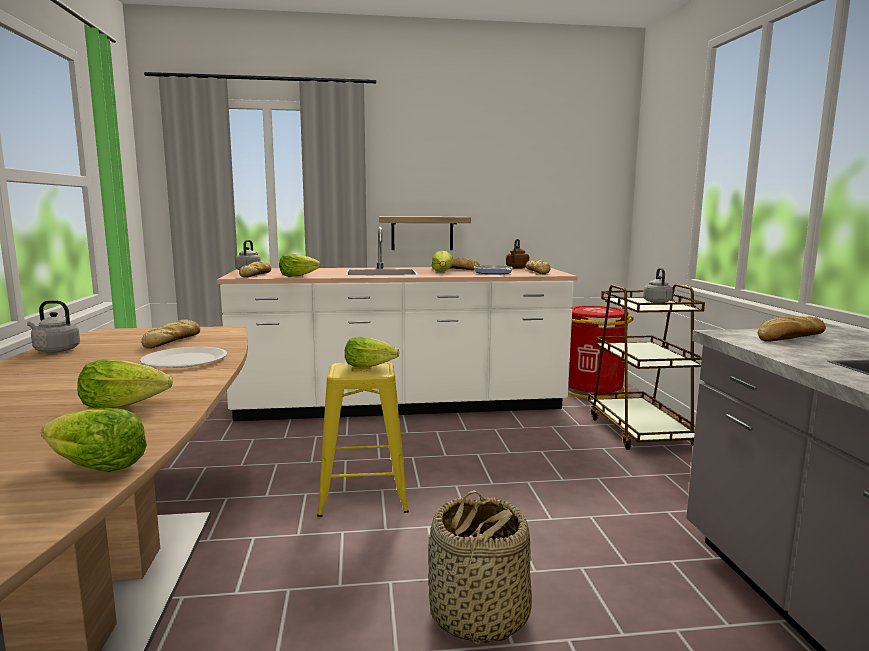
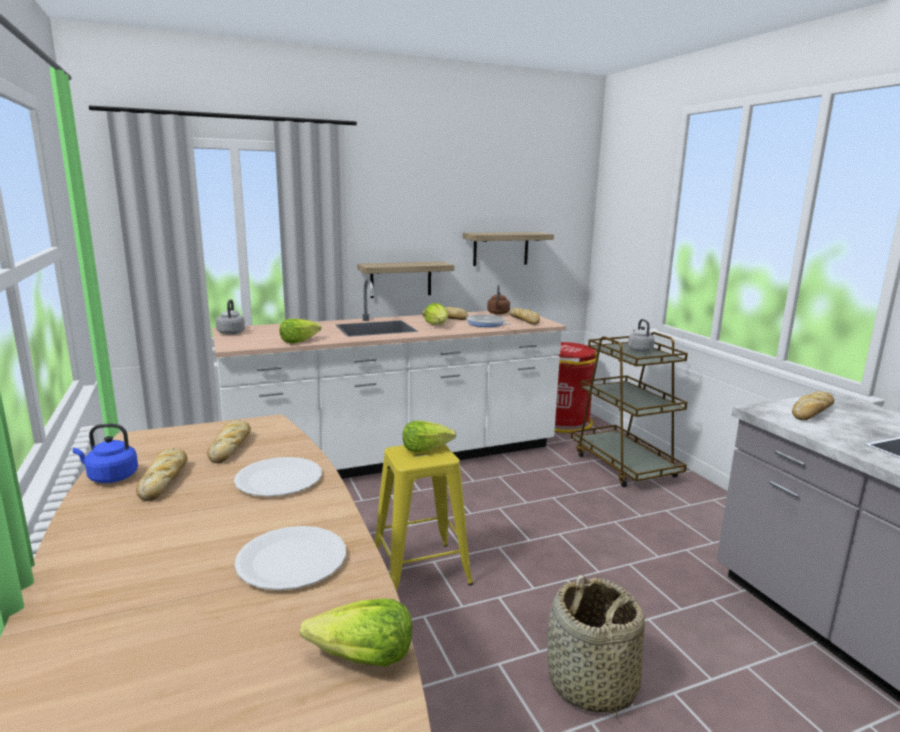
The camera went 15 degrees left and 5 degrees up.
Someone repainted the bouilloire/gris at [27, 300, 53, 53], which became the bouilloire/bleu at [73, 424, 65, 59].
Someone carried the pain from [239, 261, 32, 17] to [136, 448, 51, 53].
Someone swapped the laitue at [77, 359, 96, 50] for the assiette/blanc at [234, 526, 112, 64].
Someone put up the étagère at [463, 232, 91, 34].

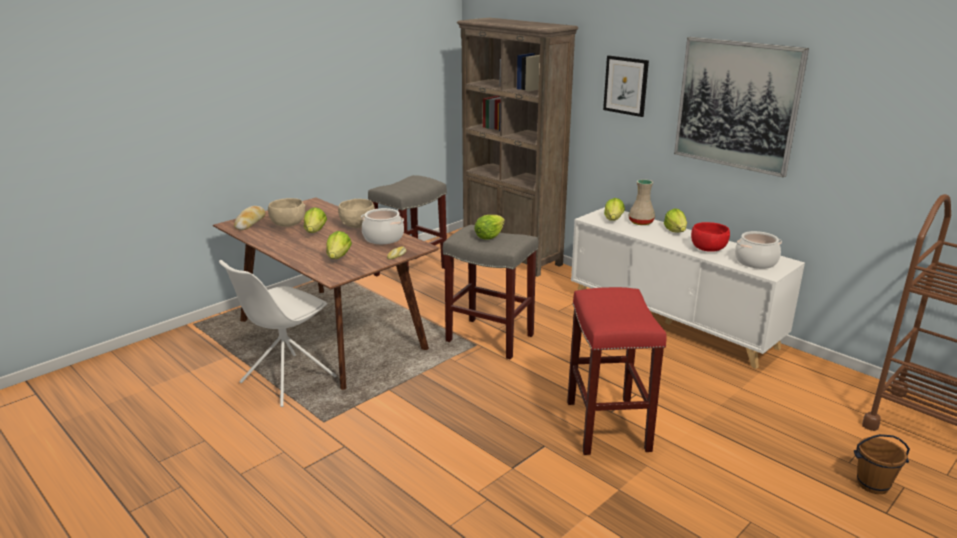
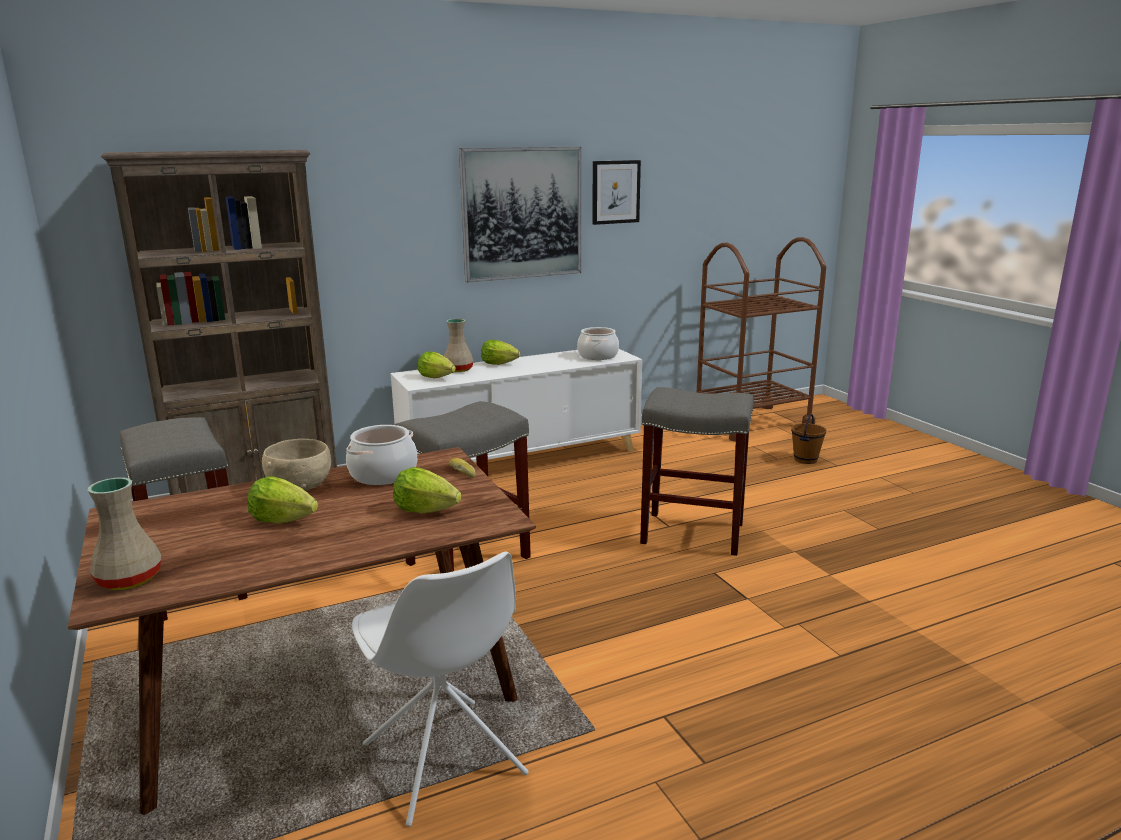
The camera went 70 degrees left and 5 degrees down.
Someone swapped the pain at [234, 206, 31, 24] for the vase/beige at [88, 478, 73, 112].
Someone carried the tableau from [603, 55, 46, 62] to [592, 160, 49, 65].
Someone repainted the tabouret/rouge at [567, 287, 100, 168], which became the tabouret/gris at [640, 387, 114, 169].
Someone took away the bol/beige at [268, 198, 38, 29].
Someone took away the laitue at [474, 215, 31, 25].
Someone took away the bol/rouge at [691, 222, 39, 30].

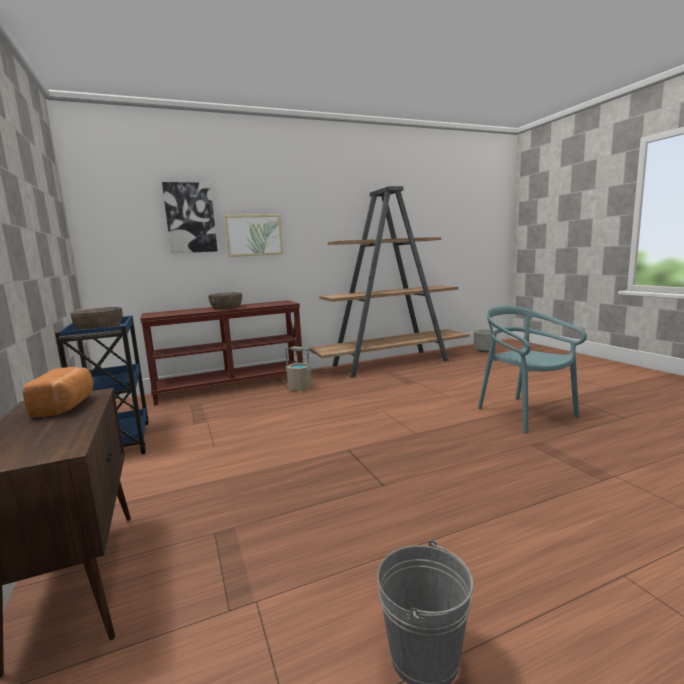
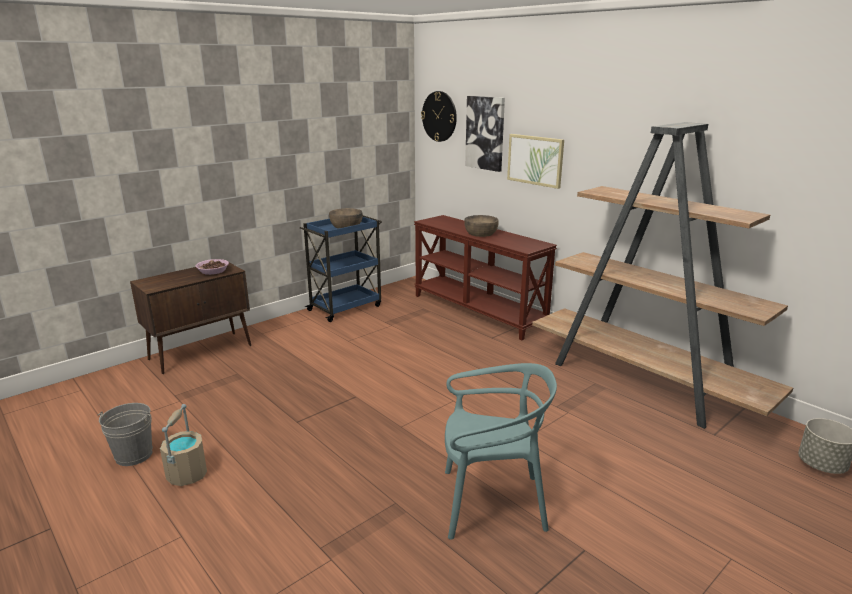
The camera went 70 degrees right and 10 degrees up.
Someone carried the seau/beige from [284, 346, 28, 45] to [160, 404, 47, 82].
Someone swapped the pain at [23, 367, 71, 51] for the bol at [195, 259, 34, 16].
Someone put up the horloge murale at [421, 91, 36, 51].
Someone rotated the chaise/turquoise at [478, 306, 109, 127] by 45 degrees clockwise.

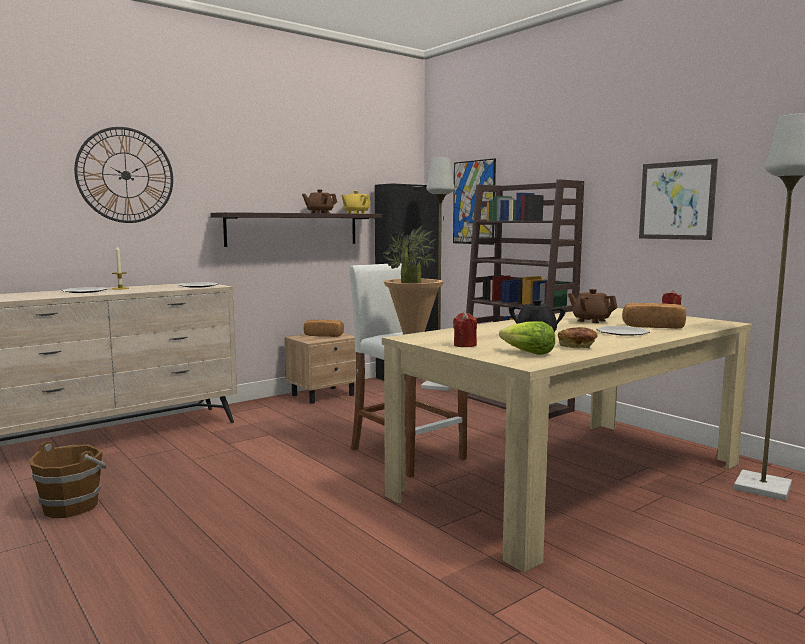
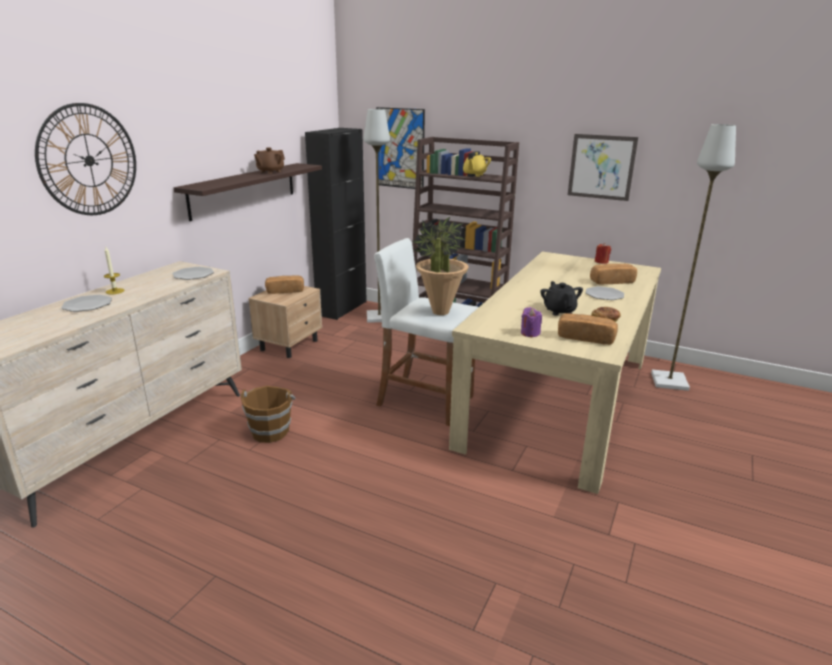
The camera went 25 degrees left and 15 degrees up.
Someone carried the seau/marron from [29, 441, 77, 77] to [241, 386, 55, 57].
Someone carried the théière/jaune from [341, 191, 30, 23] to [463, 153, 28, 24].
Someone repainted the bougie/rouge at [453, 312, 24, 35], which became the bougie/violet at [521, 307, 21, 30].
Someone swapped the laitue at [499, 321, 56, 34] for the pain at [558, 313, 60, 32].
Someone took away the théière/marron at [568, 289, 50, 34].

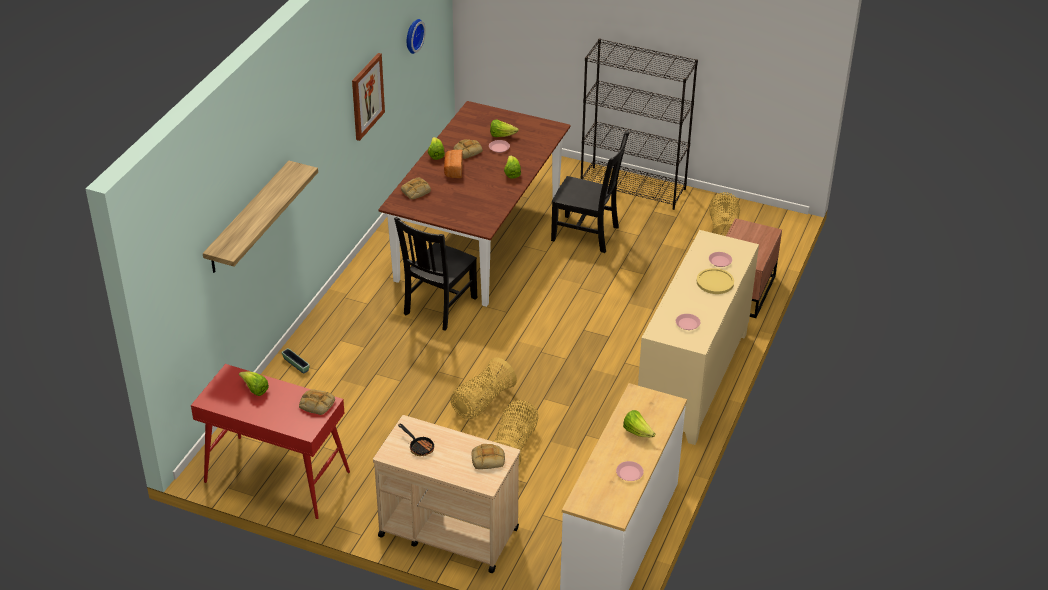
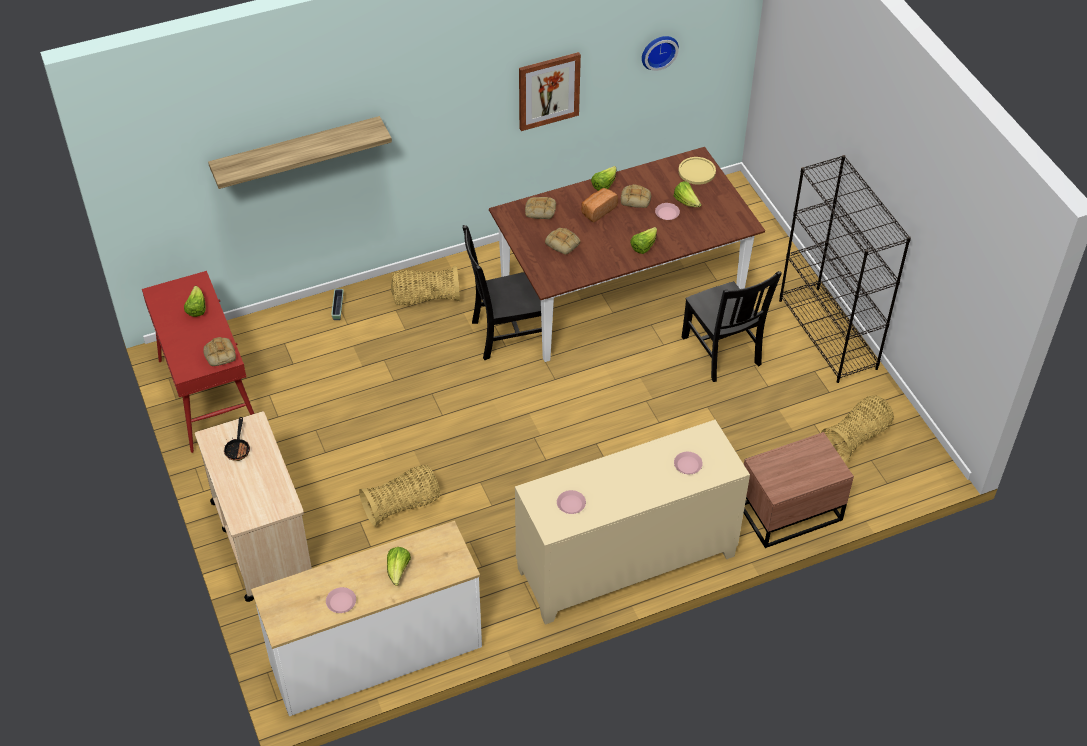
The camera went 45 degrees right and 10 degrees up.
Someone carried the panier from [450, 357, 67, 62] to [391, 266, 69, 39].
Someone carried the pain from [472, 444, 33, 25] to [545, 228, 35, 27].
Someone carried the assiette/jaune from [697, 268, 37, 26] to [678, 157, 38, 28].

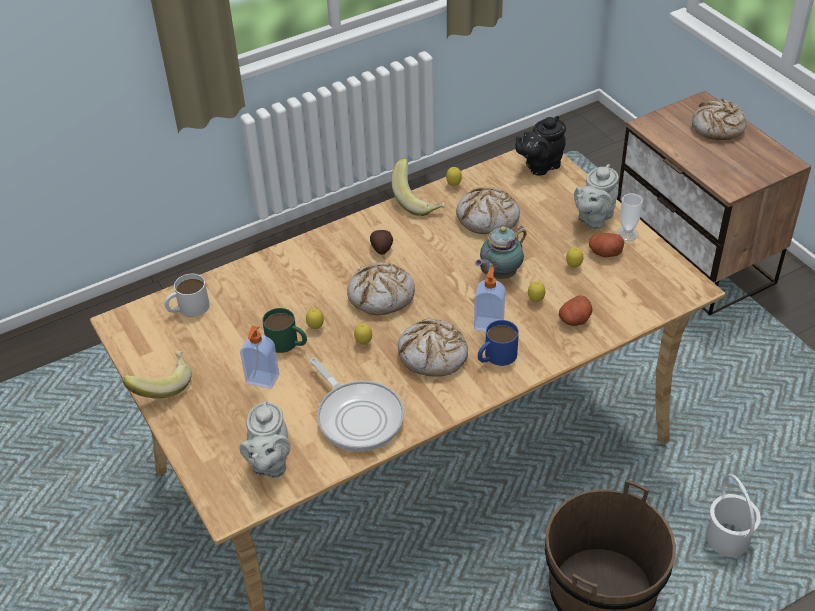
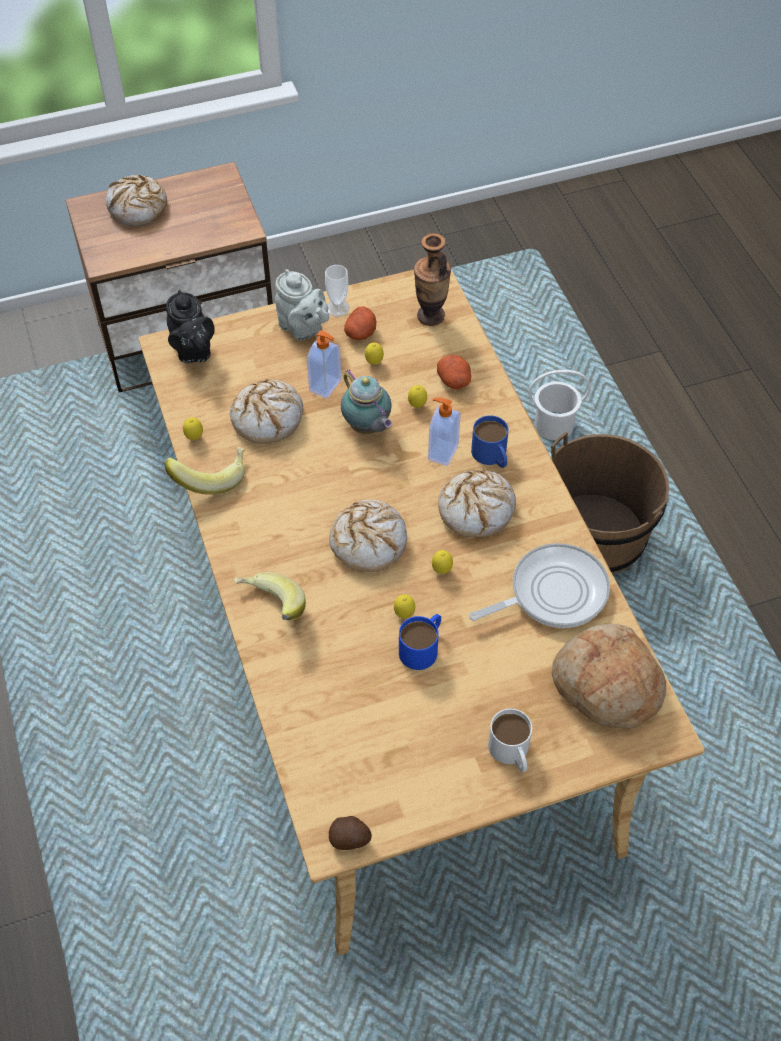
The camera went 80 degrees left and 10 degrees up.
Someone carried the banane from [123, 351, 69, 48] to [234, 572, 72, 48].
Someone carried the distributeur de savon from [240, 325, 39, 64] to [307, 330, 34, 69].
Someone carried the pomme de terre from [370, 230, 23, 25] to [329, 816, 43, 34].
Someone repainted the mug/vert at [262, 308, 45, 45], which became the mug/bleu at [399, 614, 42, 56].
Someone put down the vase at [414, 233, 37, 93].
Someone carried the mug/blanc from [164, 274, 46, 43] to [488, 709, 44, 64].
Someone swapped the théière/gris at [239, 401, 51, 77] for the pain at [552, 624, 114, 105].

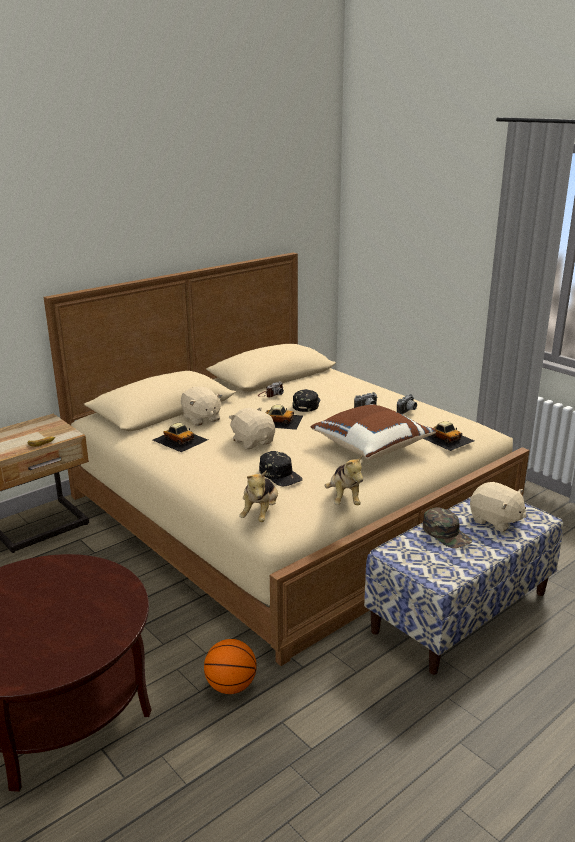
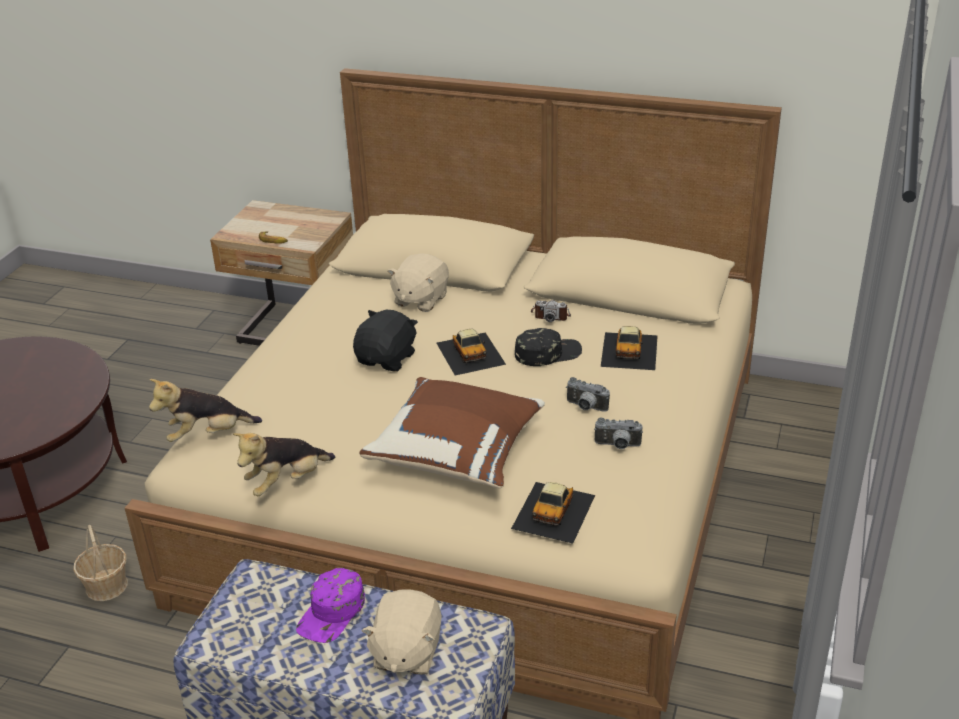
The camera went 60 degrees right and 10 degrees up.
Someone swapped the ballon de basket at [204, 639, 53, 55] for the panier at [73, 525, 55, 76].
Someone repainted the casquette/vert at [423, 507, 49, 41], which became the casquette/violet at [296, 568, 69, 75].
Someone repainted the peluche/beige at [229, 408, 46, 41], which became the peluche/noir at [353, 309, 65, 62].
Someone carried the petite voiture from [153, 423, 55, 29] to [601, 326, 57, 44].
Someone took away the casquette/noir at [259, 451, 44, 35].

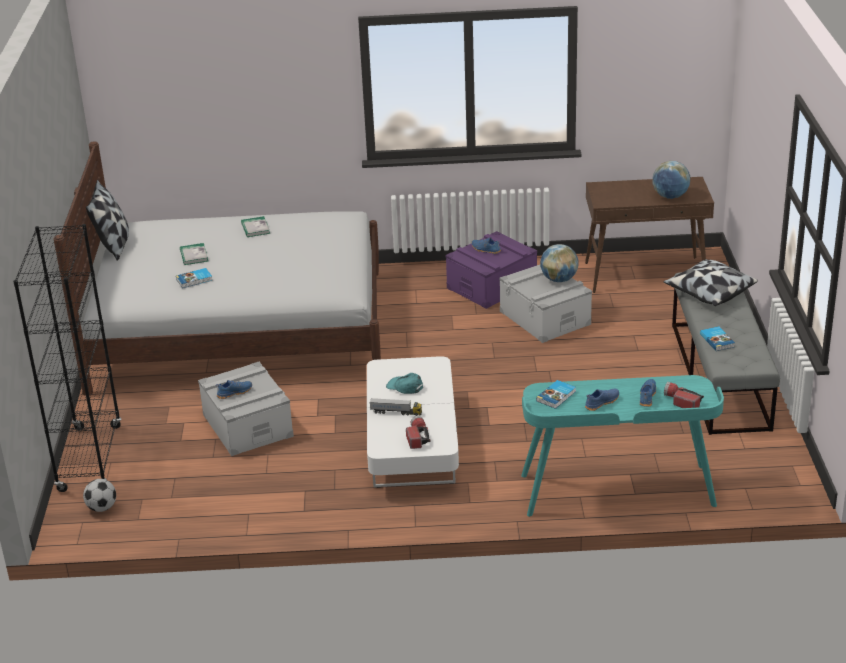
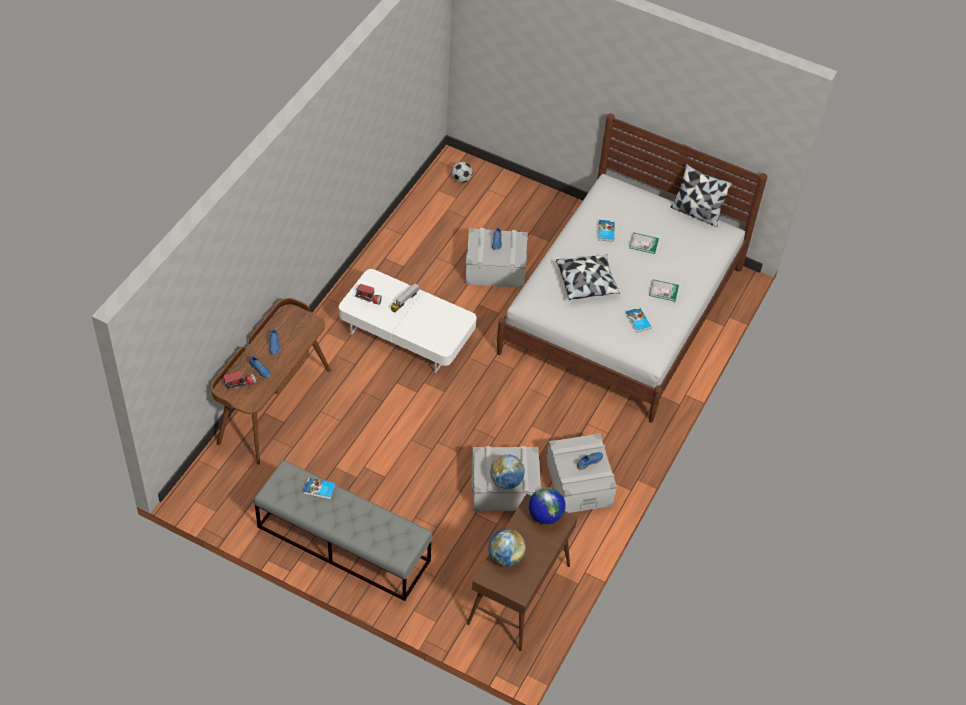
The camera went 115 degrees right and 20 degrees up.
Someone repainted the bureau/turquoise at [521, 375, 203, 142], which became the bureau/marron at [211, 298, 120, 167].
Someone put down the globe at [529, 487, 37, 37].
Someone repainted the boîte de rangement/violet at [446, 231, 91, 78], which became the boîte de rangement/gris at [546, 433, 71, 80].
Someone carried the coussin from [664, 259, 94, 47] to [556, 254, 64, 46].
Someone carried the livre from [536, 380, 40, 29] to [626, 307, 25, 26].
Someone took away the bibliothèque/noir at [13, 224, 108, 268].
Someone took away the casquette/turquoise at [386, 373, 37, 21].

